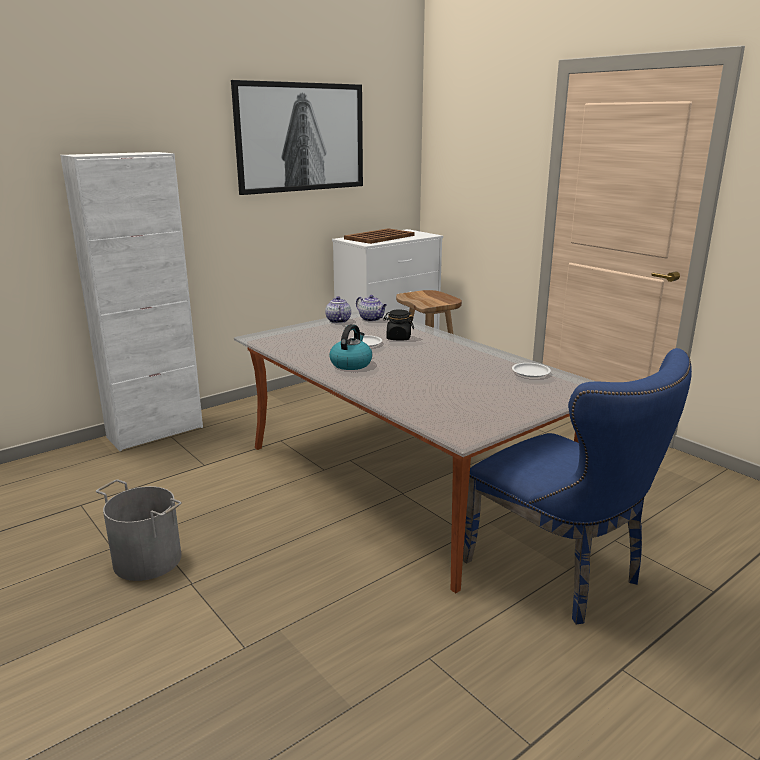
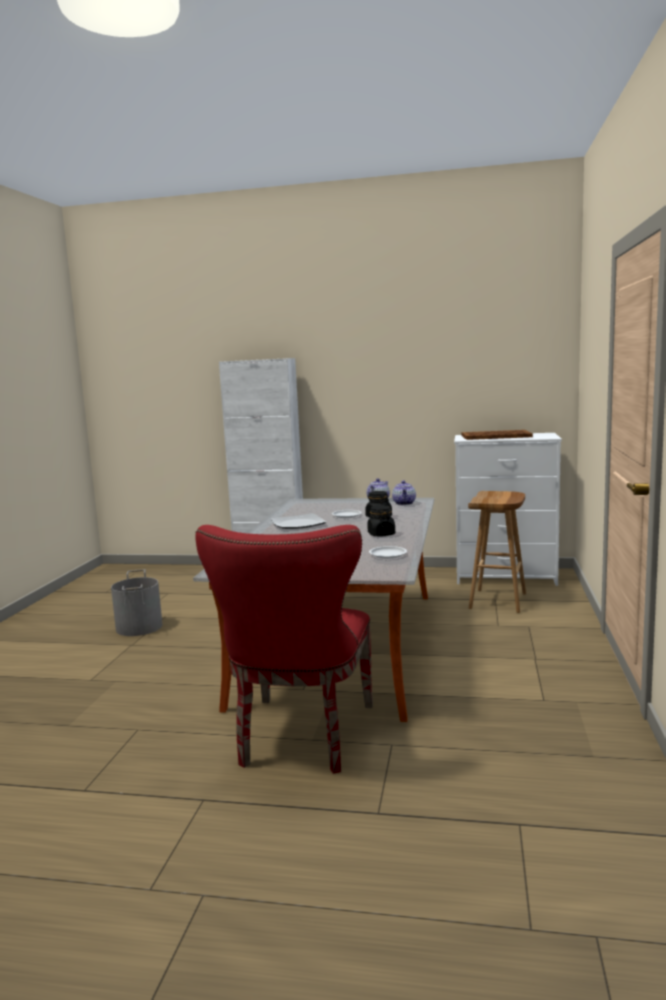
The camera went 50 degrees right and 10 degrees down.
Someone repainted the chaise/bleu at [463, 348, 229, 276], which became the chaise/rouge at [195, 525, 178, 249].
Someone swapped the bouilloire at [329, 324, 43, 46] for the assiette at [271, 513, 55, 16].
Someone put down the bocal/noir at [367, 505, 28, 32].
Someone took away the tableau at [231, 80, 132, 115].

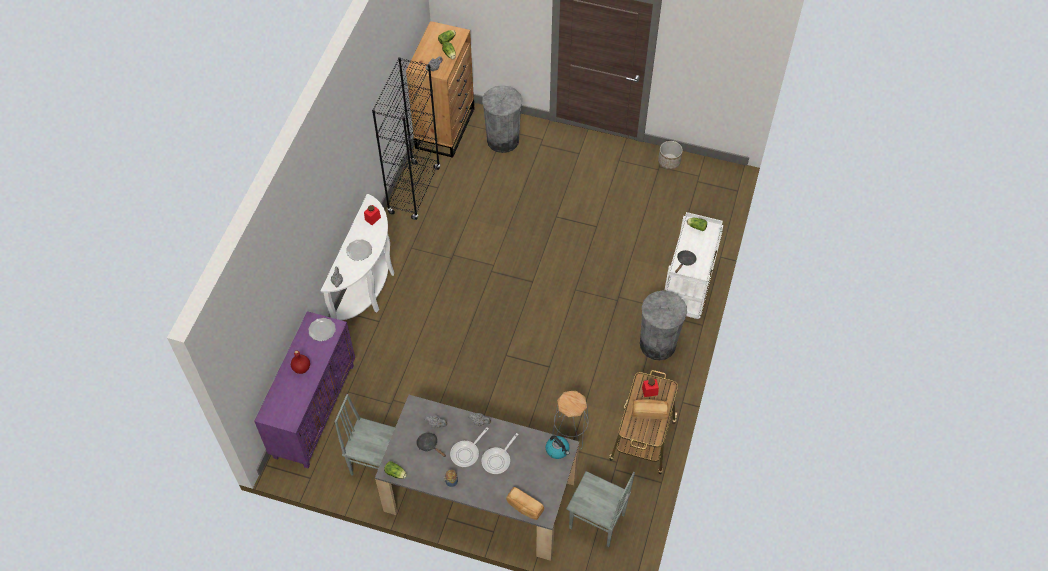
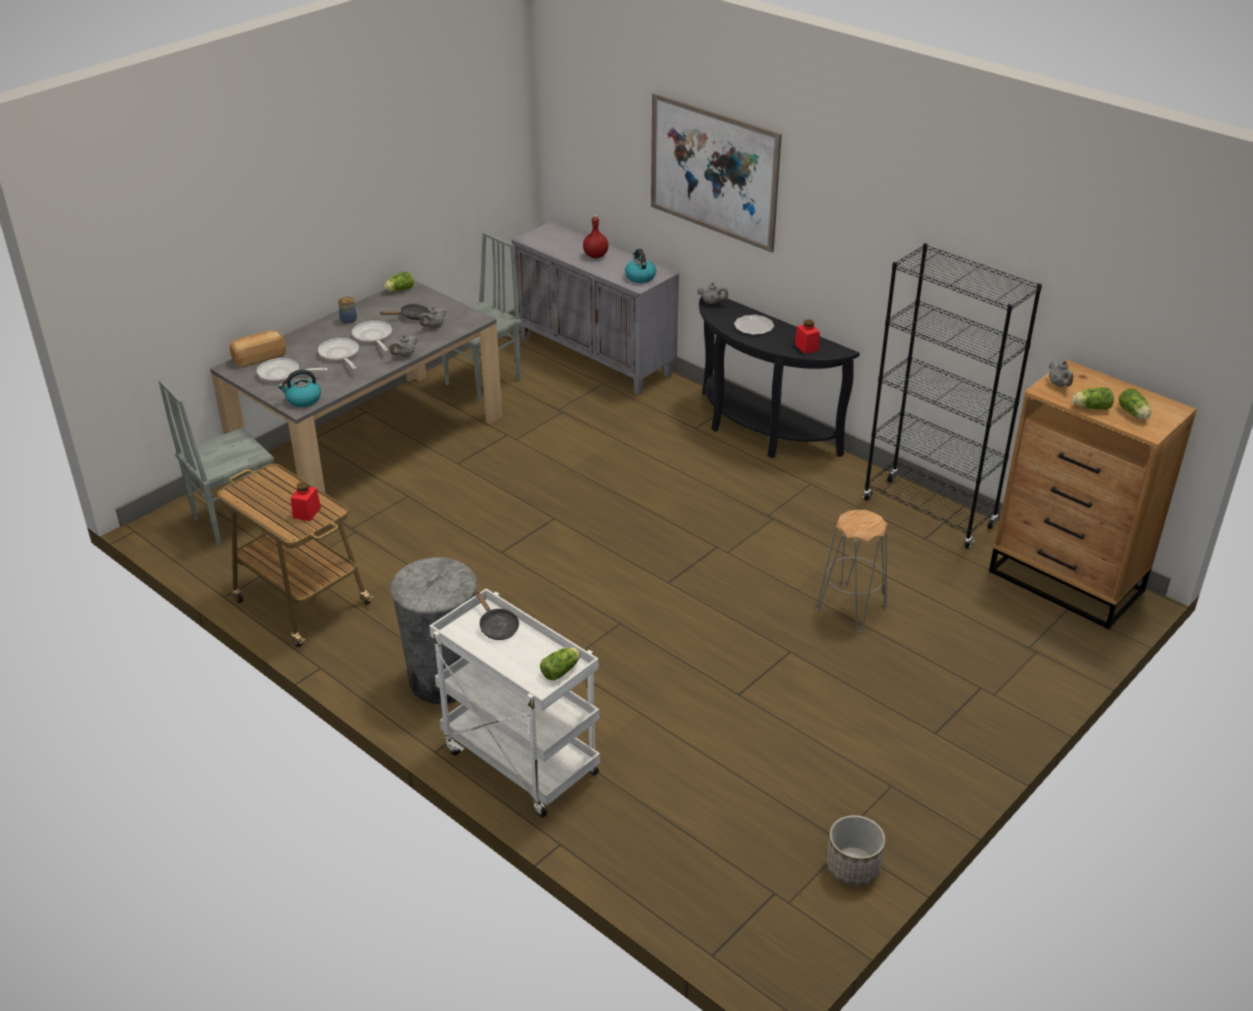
The camera went 115 degrees right and 20 degrees down.
Someone put down the poêle at [257, 358, 71, 24].
Someone repainted the meuble de rangement/violet at [254, 311, 101, 157], which became the meuble de rangement/gris at [512, 221, 167, 174].
Someone swapped the assiette at [308, 318, 28, 23] for the bouilloire at [625, 249, 31, 34].
Someone put up the tableau at [651, 93, 131, 160].
Someone repainted the table console/blanc at [321, 194, 73, 126], which became the table console/noir at [699, 296, 161, 162].
Someone carried the tabouret/gris from [553, 391, 36, 59] to [816, 510, 72, 122].
Someone took away the poubelle/gris at [482, 85, 40, 68].
Someone took away the pain at [632, 399, 37, 20].

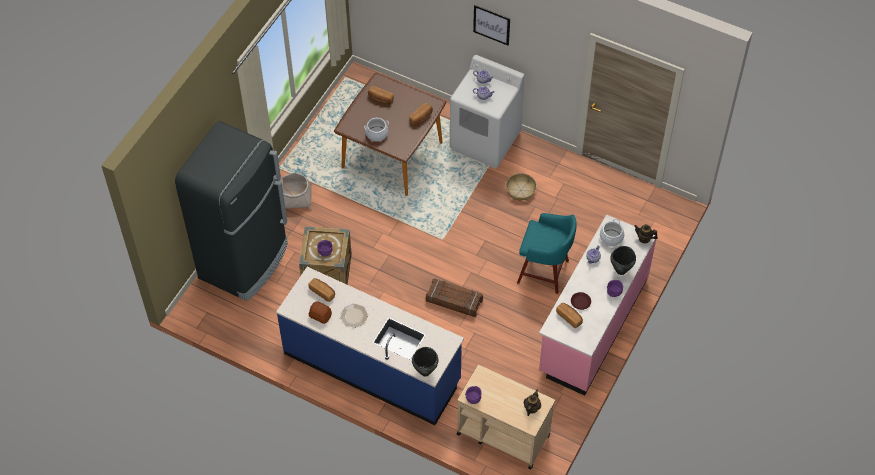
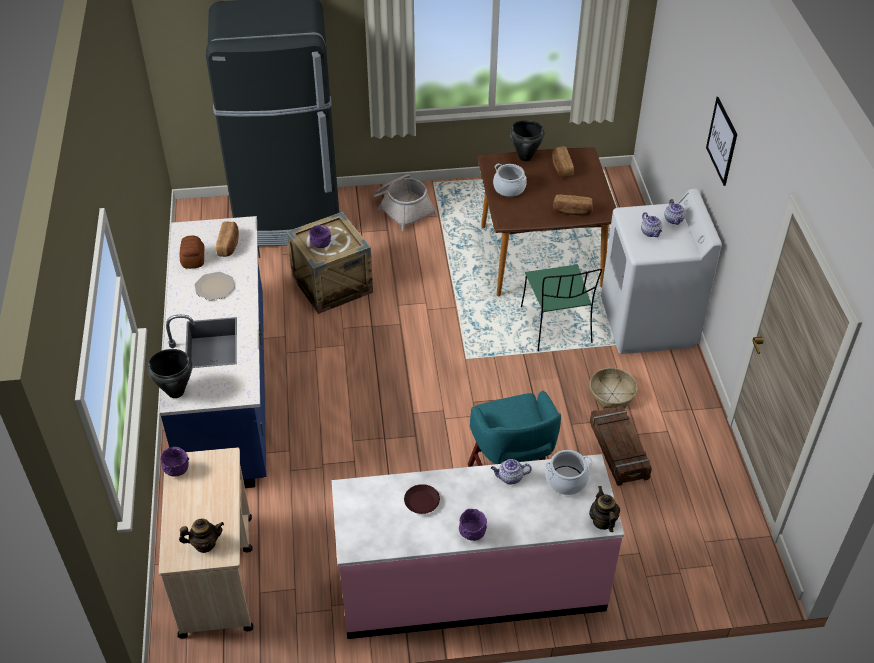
The camera went 55 degrees right and 10 degrees down.
Someone carried the marmite/noir from [610, 246, 26, 29] to [510, 120, 35, 41].
Someone put down the chaise/vert at [521, 265, 81, 86].
Someone carried the caisse from [426, 278, 57, 39] to [590, 405, 62, 81].
Someone took away the pain at [556, 303, 27, 25].

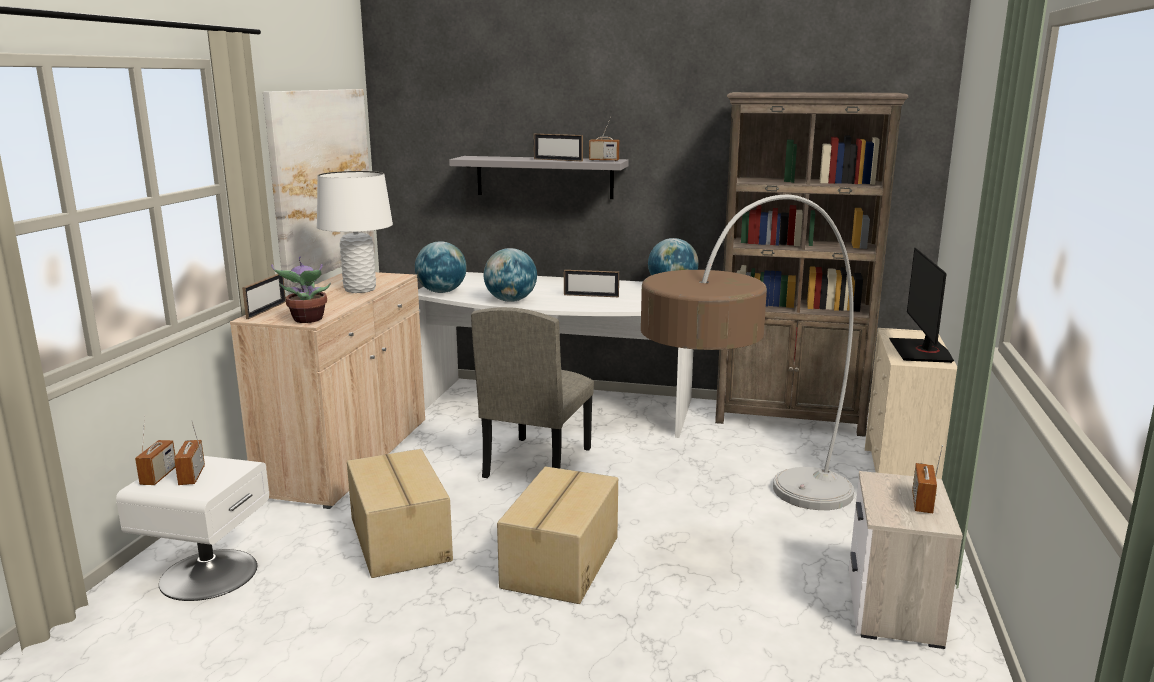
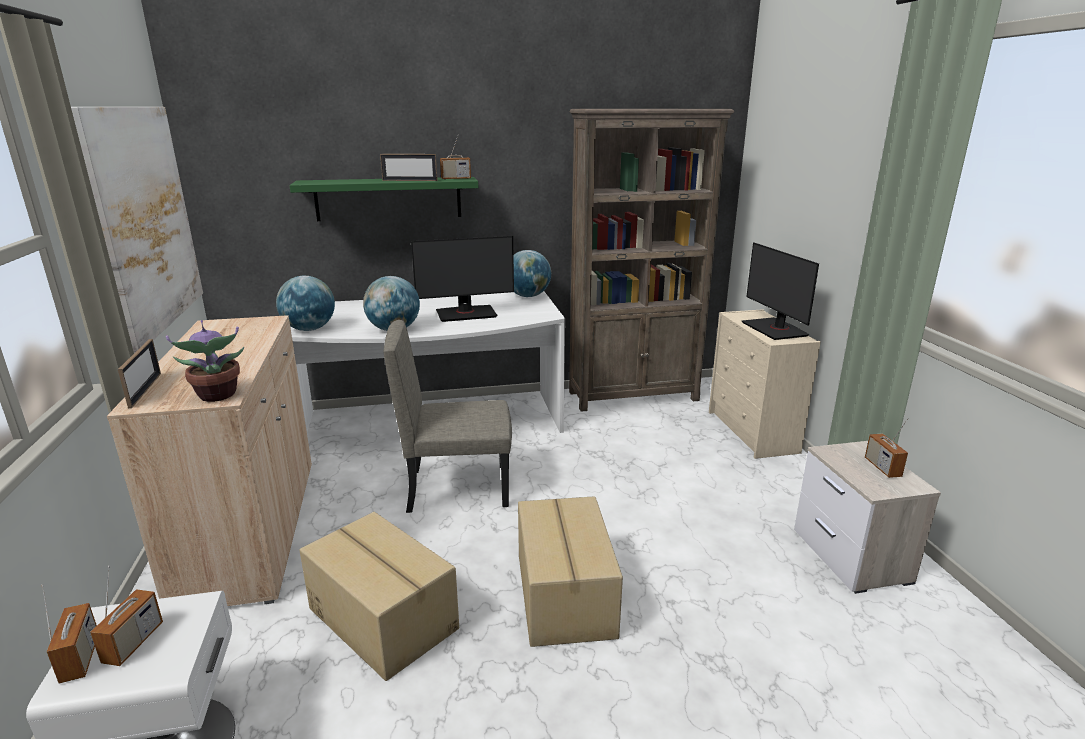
The camera went 25 degrees left and 5 degrees up.
Someone rotated the radio at [174, 420, 31, 65] by 135 degrees counterclockwise.
Someone repainted the étagère/gris at [449, 156, 180, 43], which became the étagère/vert at [289, 177, 190, 44].
Someone rotated the chaise/beige at [471, 307, 123, 171] by 90 degrees clockwise.
Someone swapped the cadre photo at [564, 270, 55, 27] for the écran d'ordinateur at [411, 236, 103, 86].
Someone took away the lampe de table/blanc at [317, 171, 76, 122].
Someone took away the lampadaire at [641, 195, 213, 315].

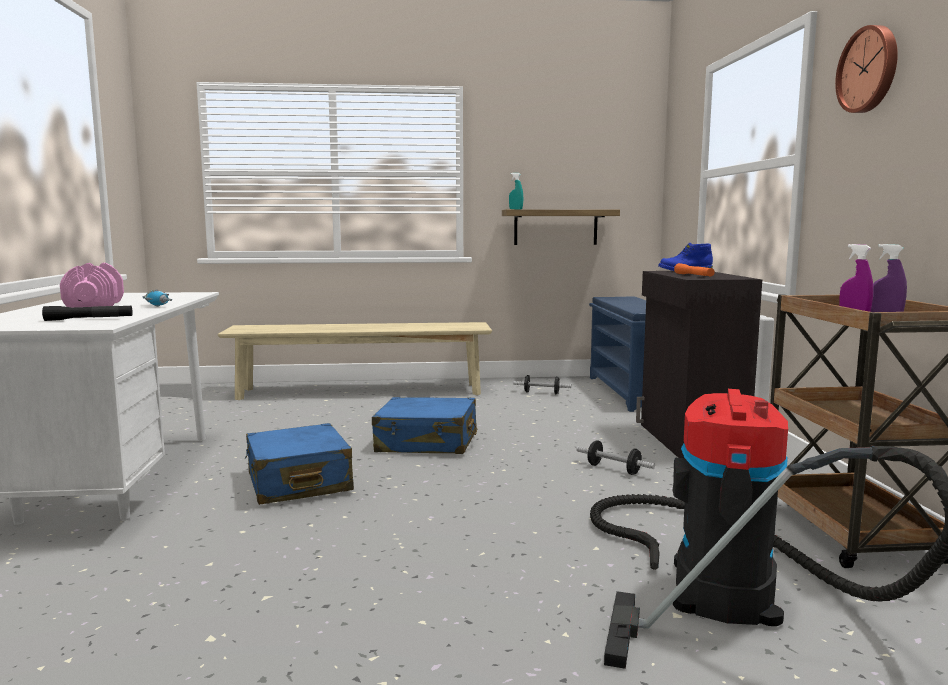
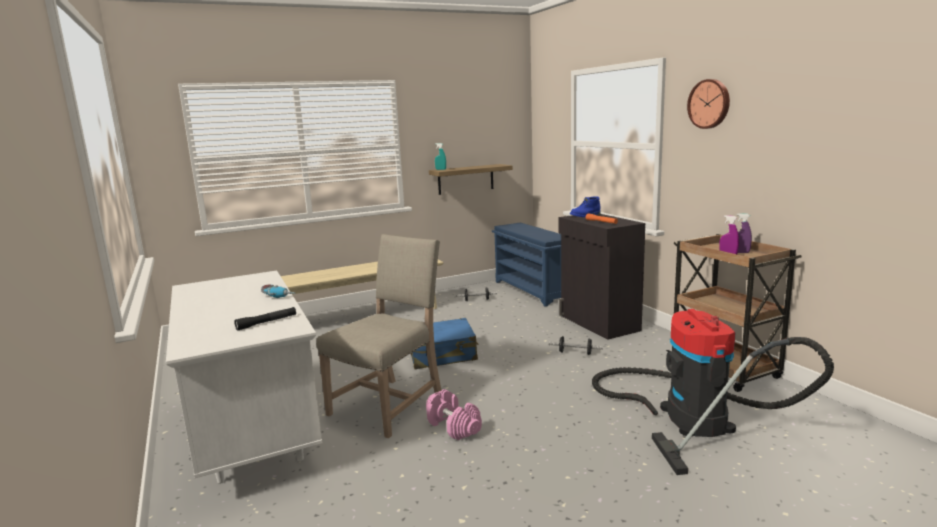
The camera went 20 degrees left and 5 degrees up.
Someone swapped the valise/bleu at [245, 423, 109, 82] for the chaise/beige at [316, 234, 126, 204].
Someone carried the haltère/rose from [60, 263, 64, 44] to [426, 389, 56, 51].

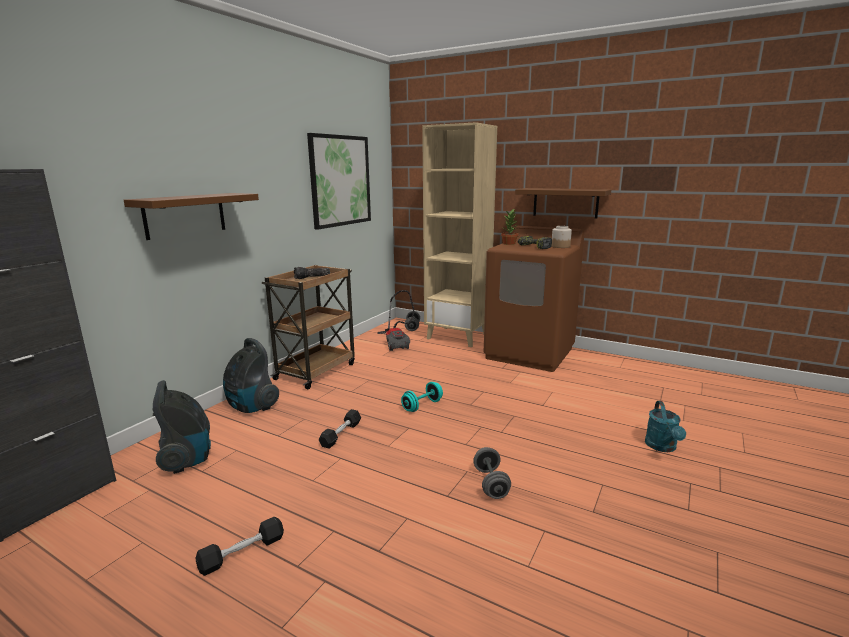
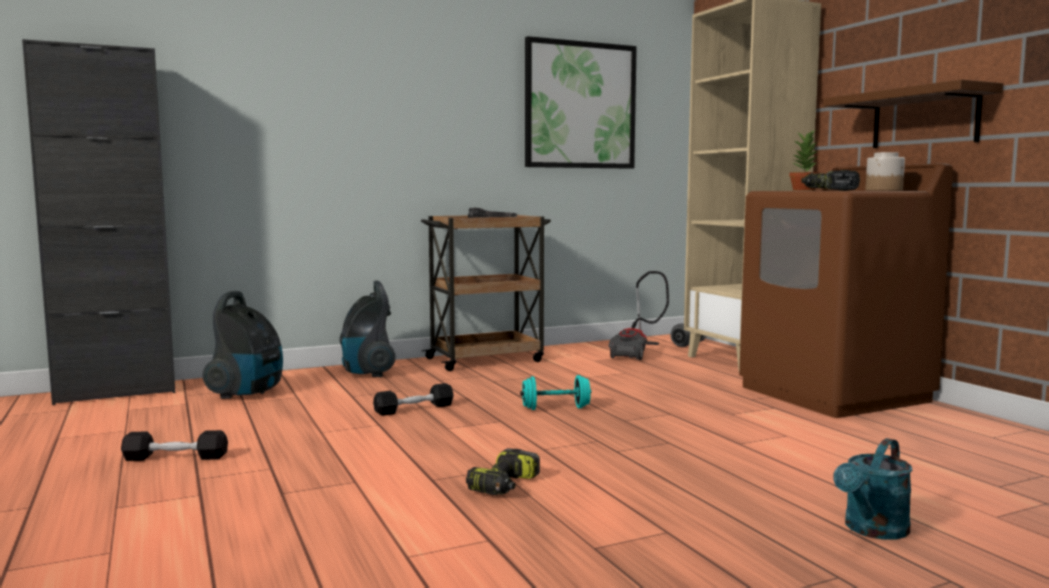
The camera went 35 degrees right and 10 degrees down.
Someone swapped the haltère/gris at [473, 447, 38, 52] for the perceuse at [466, 448, 74, 47].
Someone took away the étagère/marron at [124, 193, 135, 47].

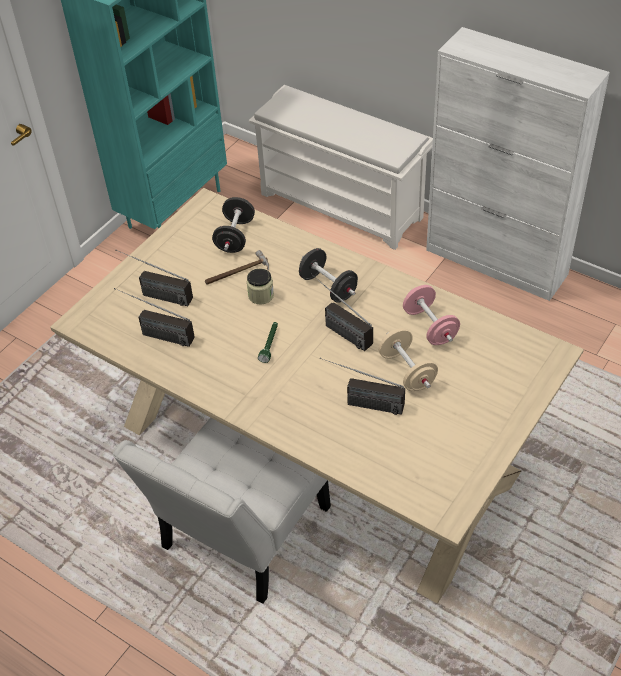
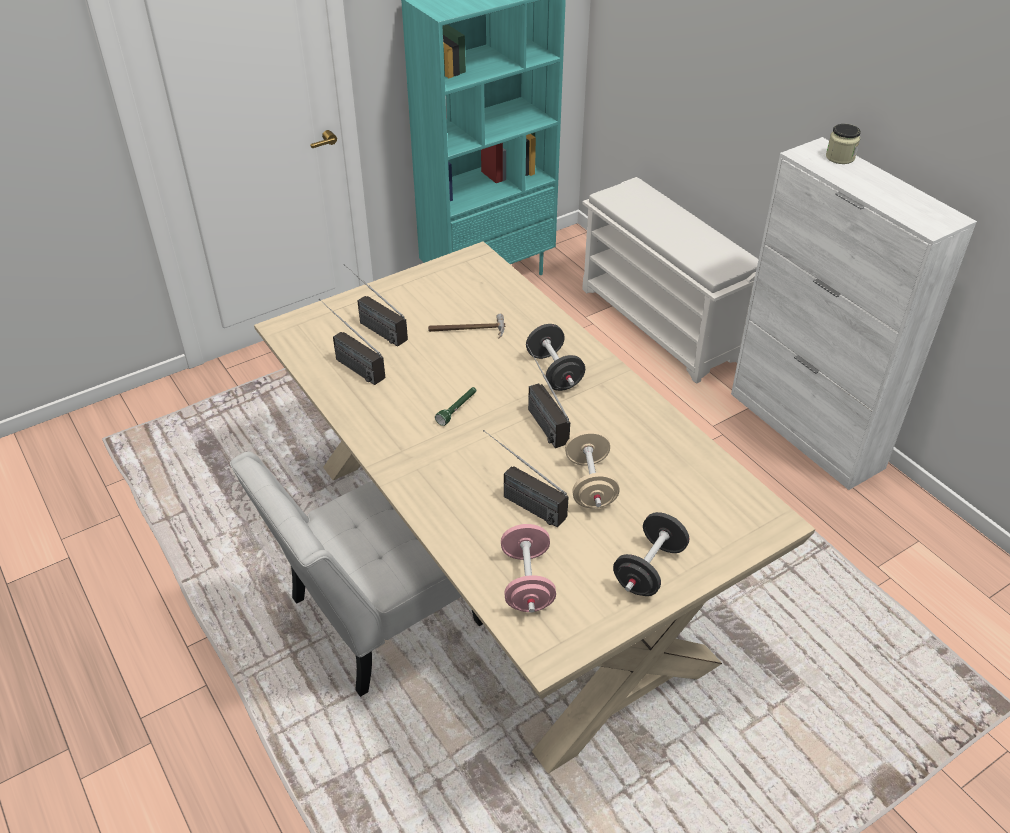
The camera went 20 degrees right and 5 degrees down.
Someone carried the haltère/rose from [403, 285, 57, 60] to [501, 524, 55, 89].
Someone carried the haltère/noir from [212, 197, 43, 56] to [613, 512, 76, 84].
Someone carried the bocal from [247, 268, 27, 37] to [826, 124, 35, 40].

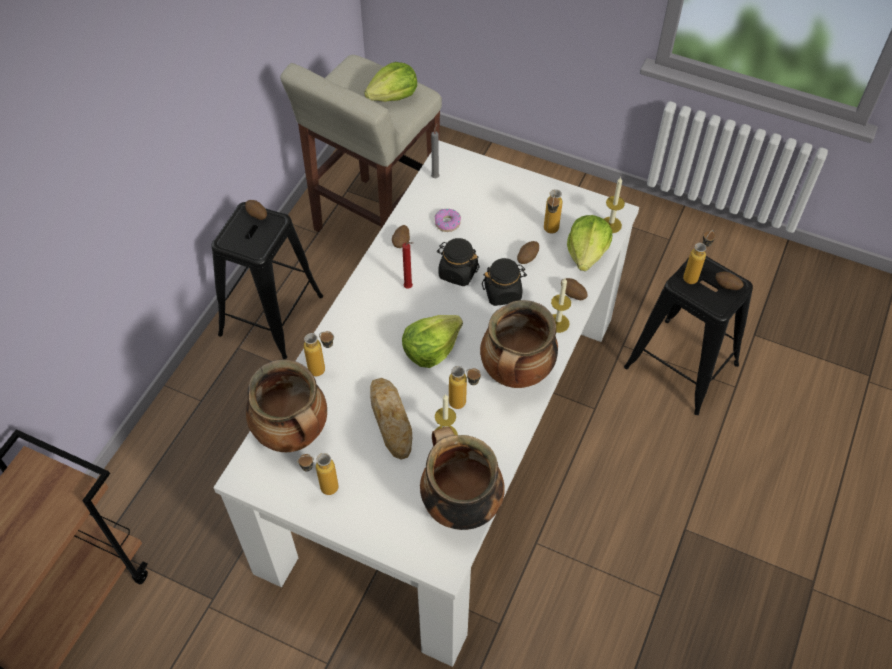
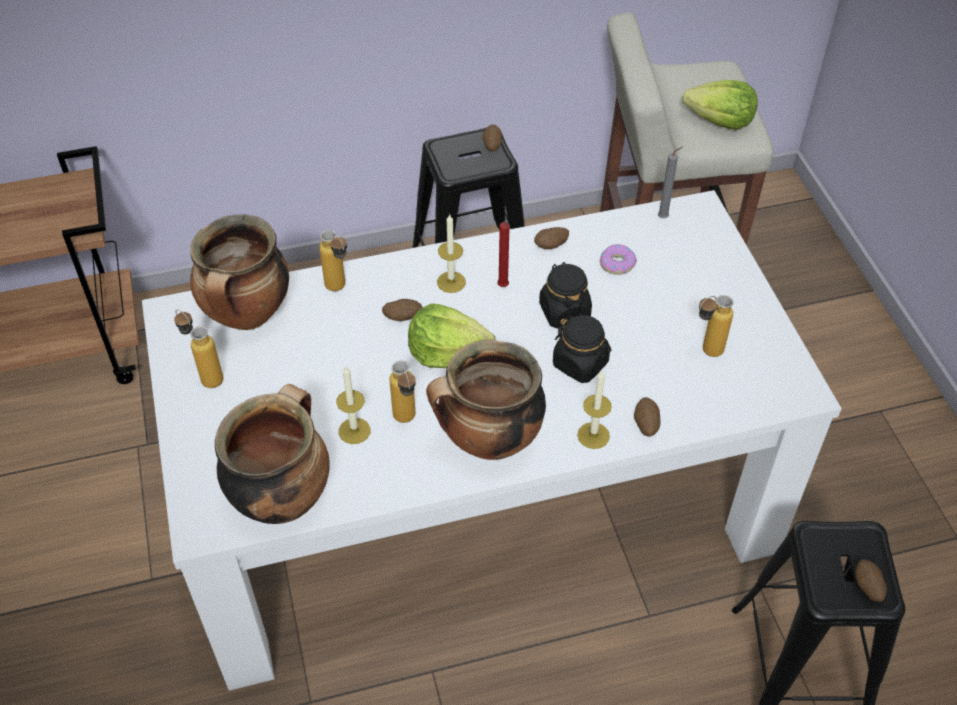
The camera went 50 degrees right and 5 degrees down.
Someone carried the pomme de terre from [517, 241, 22, 23] to [382, 299, 40, 22].
Someone carried the bougie from [604, 177, 21, 56] to [437, 213, 29, 80].
Someone took away the pain at [370, 378, 42, 82].
Someone took away the laitue at [567, 215, 45, 56].
Someone took away the bouteille at [683, 230, 32, 54].

